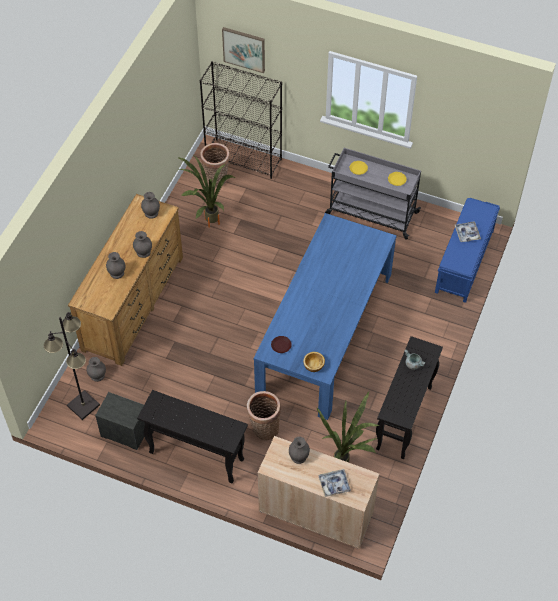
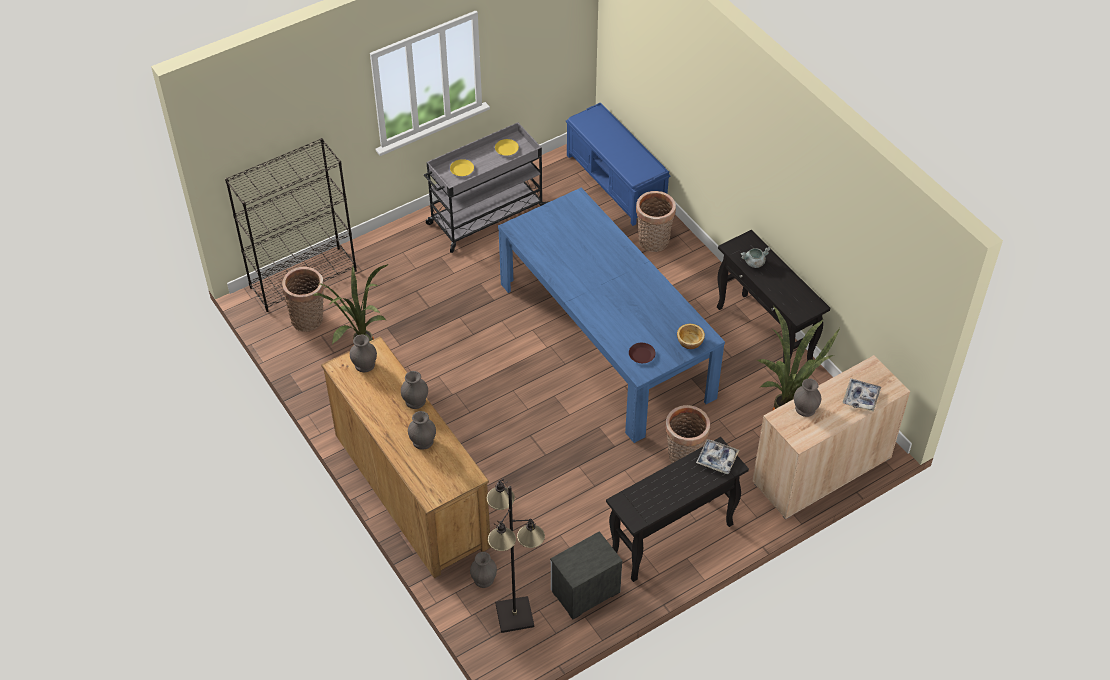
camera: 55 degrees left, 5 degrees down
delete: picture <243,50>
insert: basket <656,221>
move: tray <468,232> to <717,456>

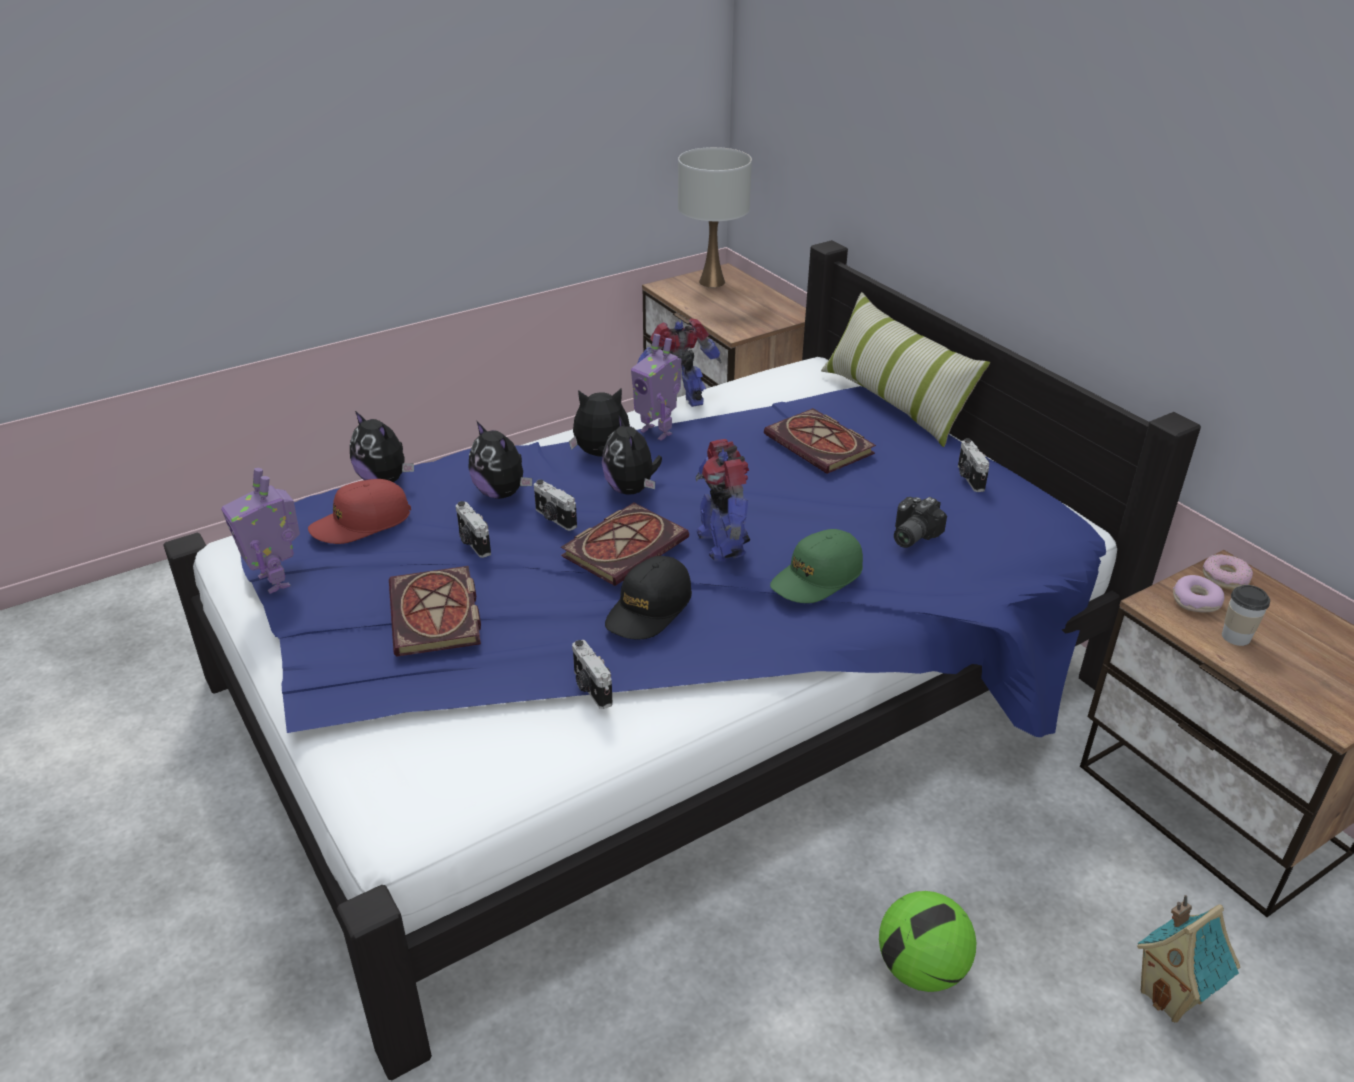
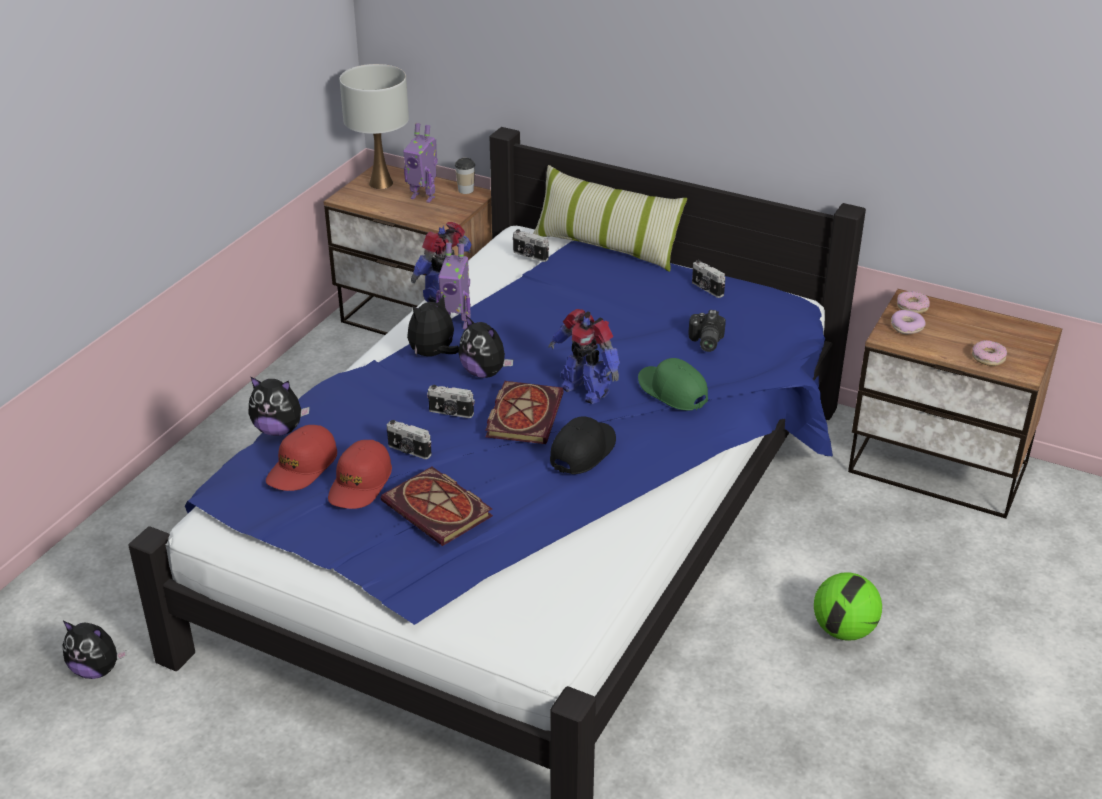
camera: 30 degrees left, 0 degrees up
delete: volume <820,441>; model house <1188,958>
insert: donut <989,353>; peaked cap in reddish <360,474>
move: cuddly toy <500,460> to <95,650>; robot figure <260,531> to <420,163>; small cup <1246,615> to <465,176>; still camera <592,674> to <531,245>
rotate: peaked cap in greenish <816,566> = <673,384> 120 degrees clockwise; peaked cap in blackish <648,598> = <583,445> 150 degrees counterclockwise

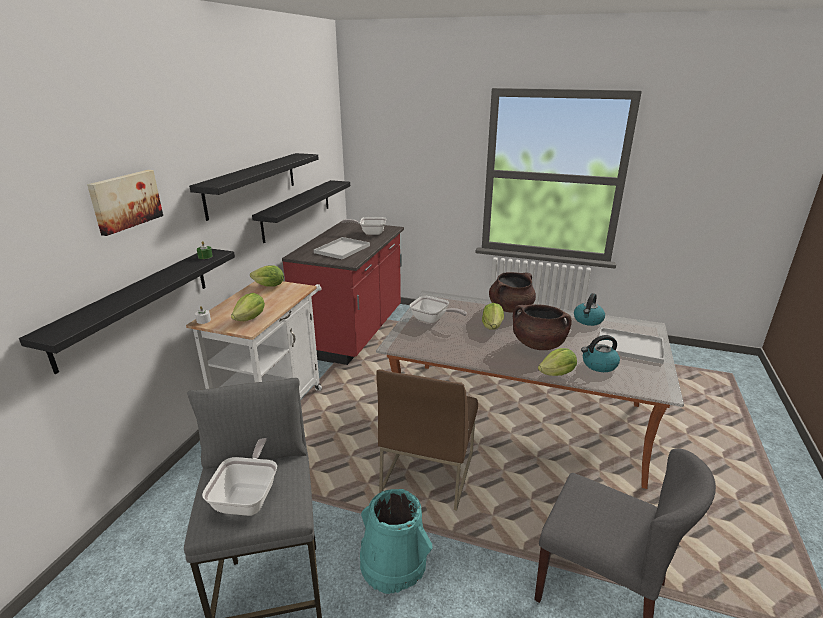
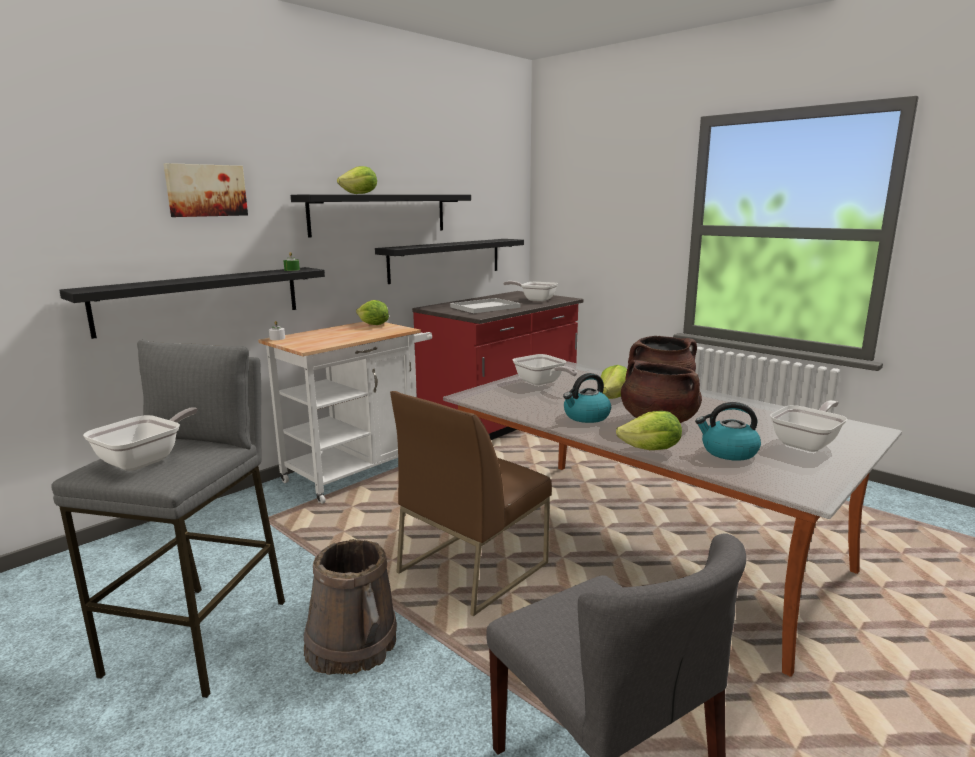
camera: 25 degrees right, 10 degrees down
move: head of lettuce <248,307> to <357,180>; water kettle <589,309> to <587,398>
replace: tray in white <631,345> to skillet <808,426>
recolor: pail in blue-green <396,541> to pail in brownish <350,607>

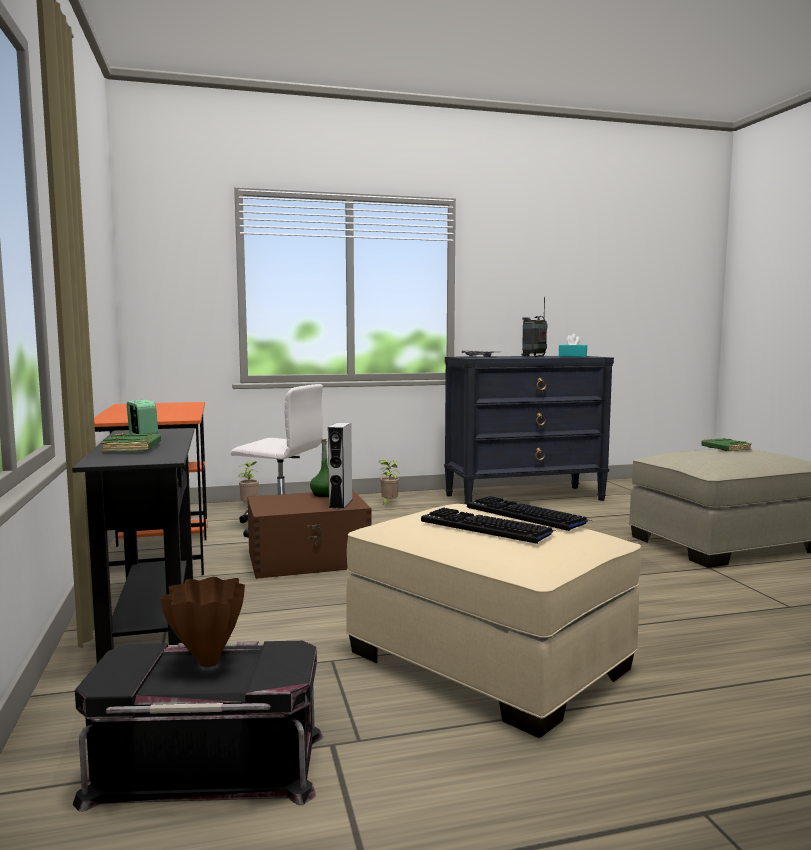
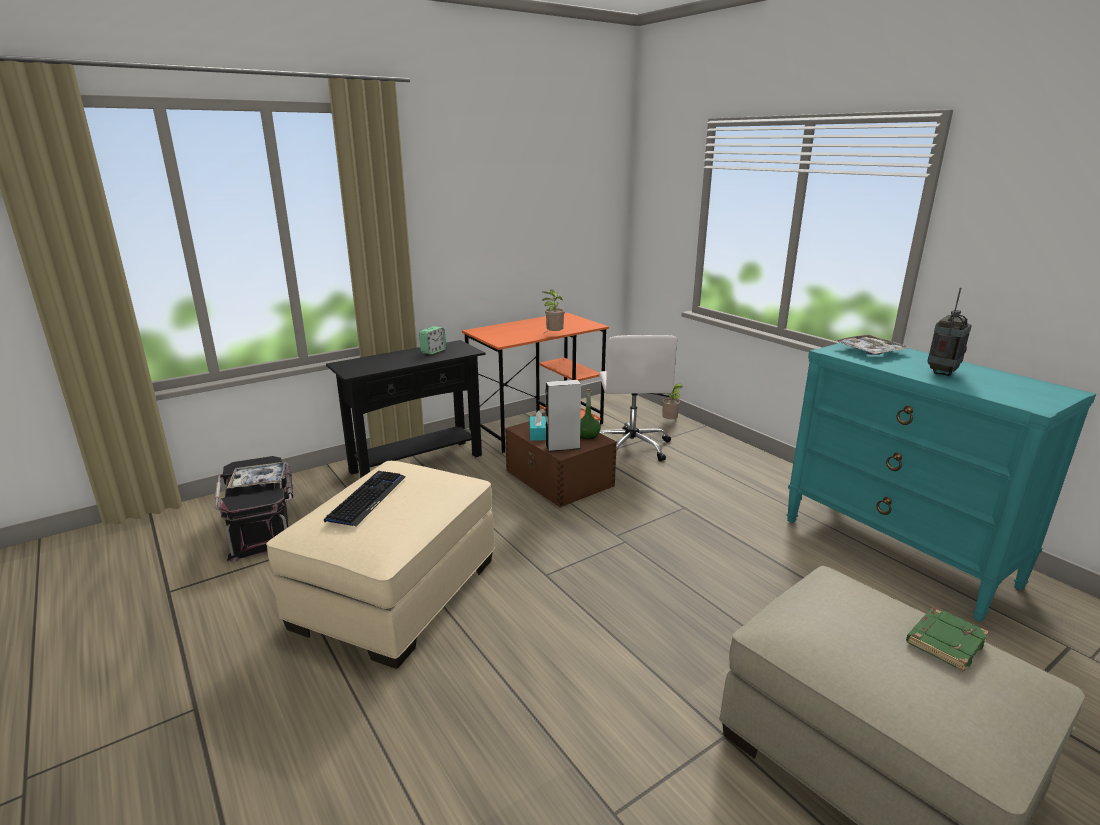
camera: 70 degrees right, 15 degrees up
delete: volume in greenish <131,442>; keyboard <529,513>
move: tissue holder in blue-green <573,345> to <538,425>; potted plant <389,482> to <553,310>
replace: vase in brownish <202,622> to tray <256,475>
recolor: drawer chest in blackish <529,430> to drawer chest in blue-green <941,482>

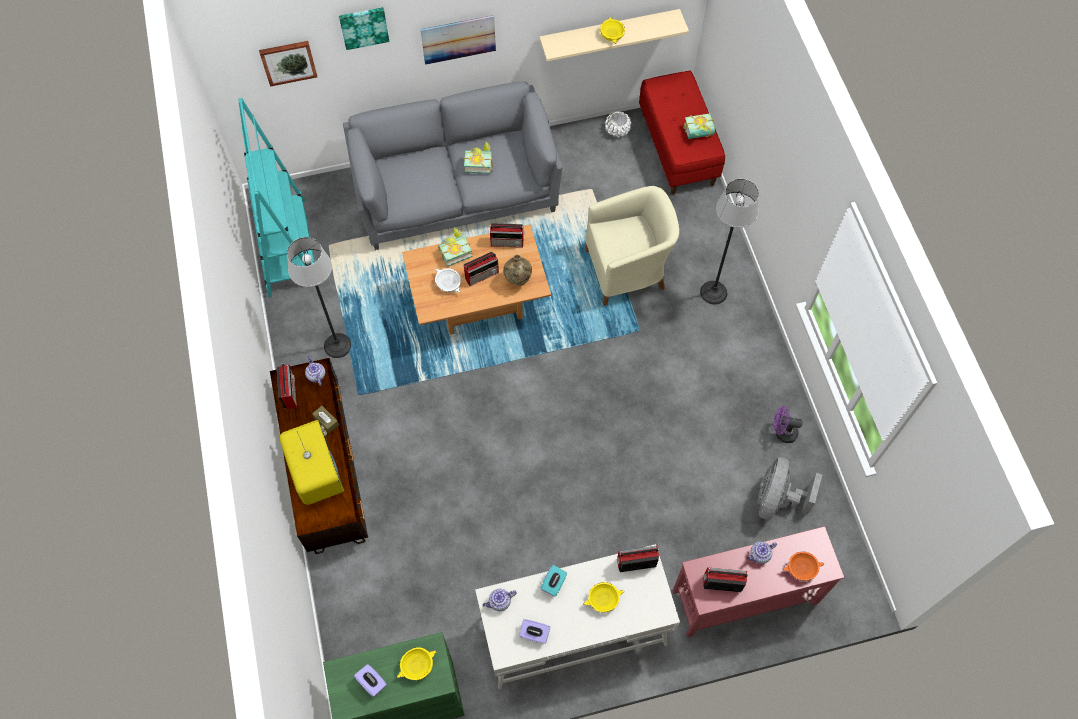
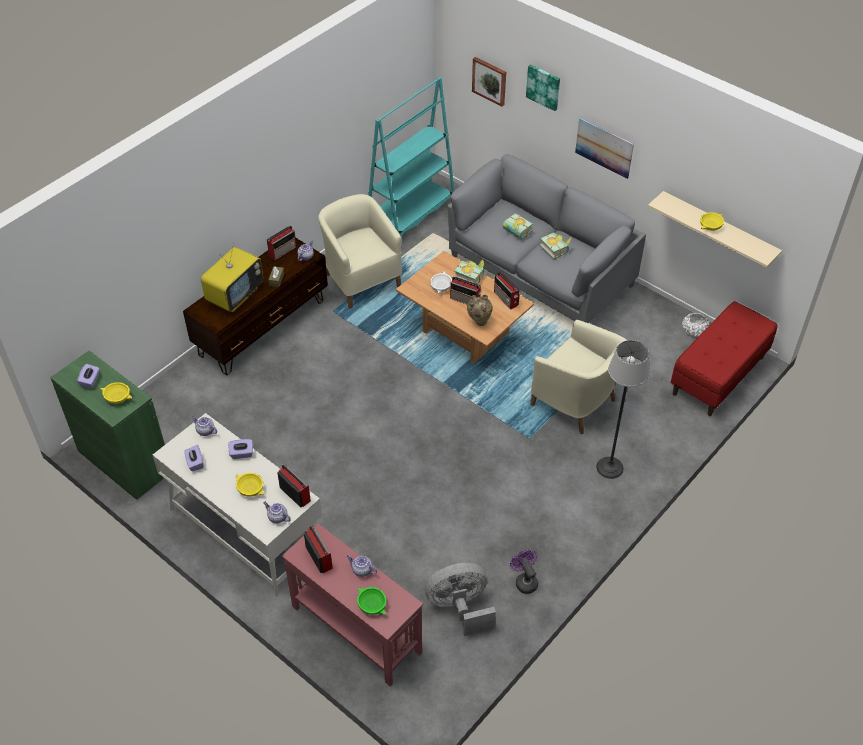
camera: 55 degrees right, 15 degrees down
insert: tea pot <277,512>
move: volume <699,126> to <518,226>
replace: floor lamp <319,297> to armchair in sand-coloured <360,251>
recolor: bowl in orangey <803,566> to bowl in greenish <371,601>; tissue holder in blue-green <553,580> to tissue holder in purple <240,449>

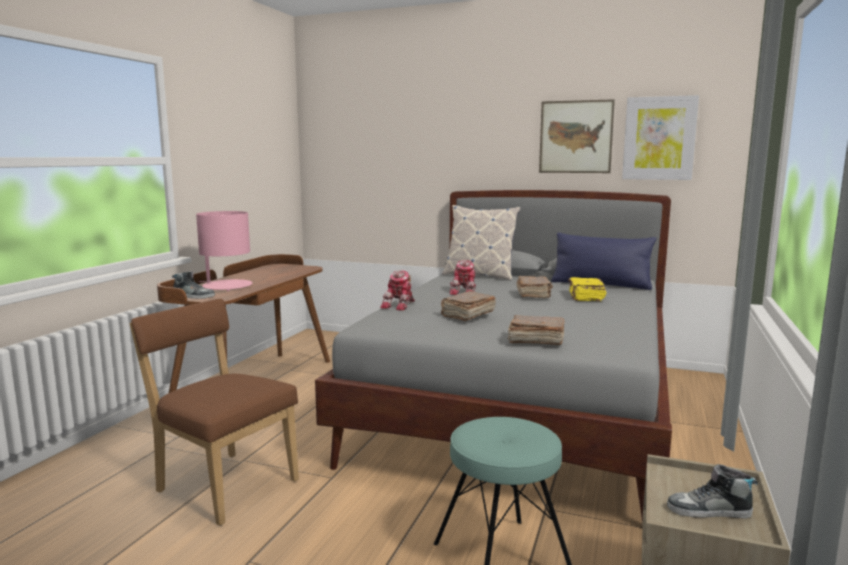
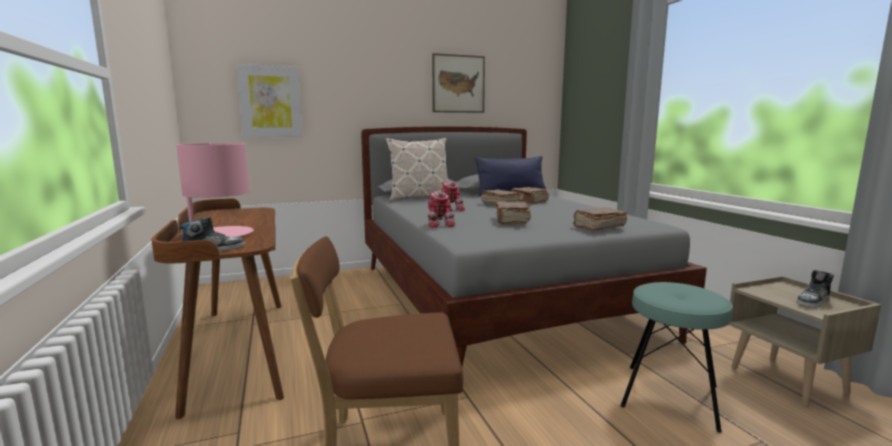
camera: 40 degrees left, 0 degrees up
move: picture <660,137> to <269,100>
recolor: volume in yellow-coloured <587,289> to volume in brownish <530,195>

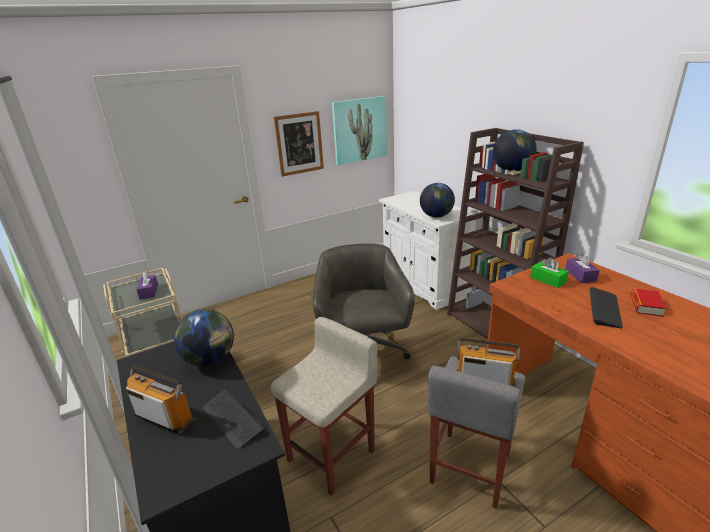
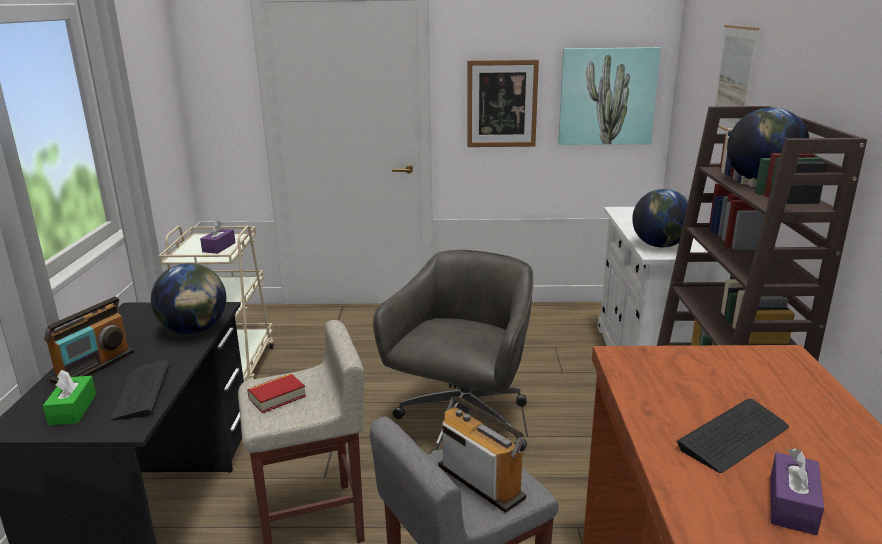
camera: 30 degrees right, 5 degrees down
insert: picture <736,78>
move: tissue holder in purple <582,268> to <797,491>; tissue holder in greenish <550,272> to <69,397>; volume <648,302> to <276,393>
rotate: radio <161,400> = <89,340> 60 degrees clockwise

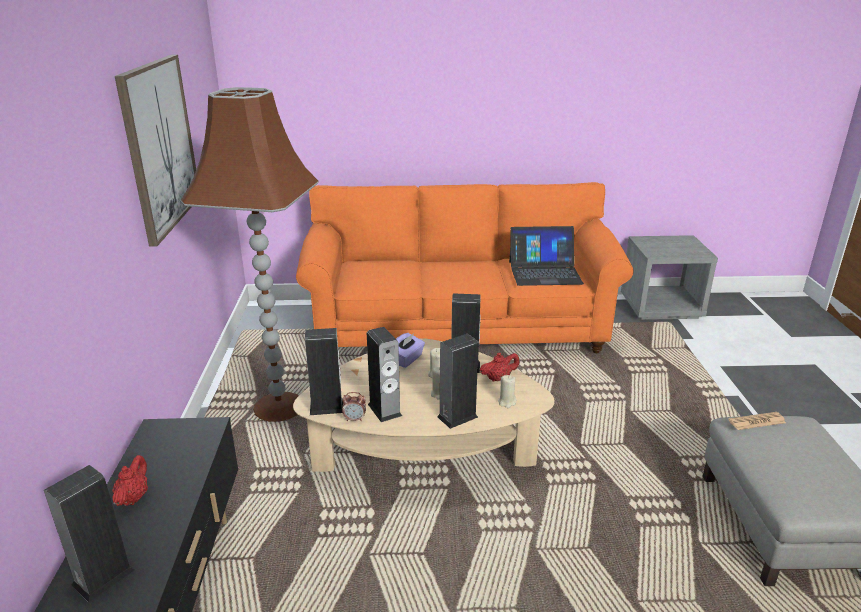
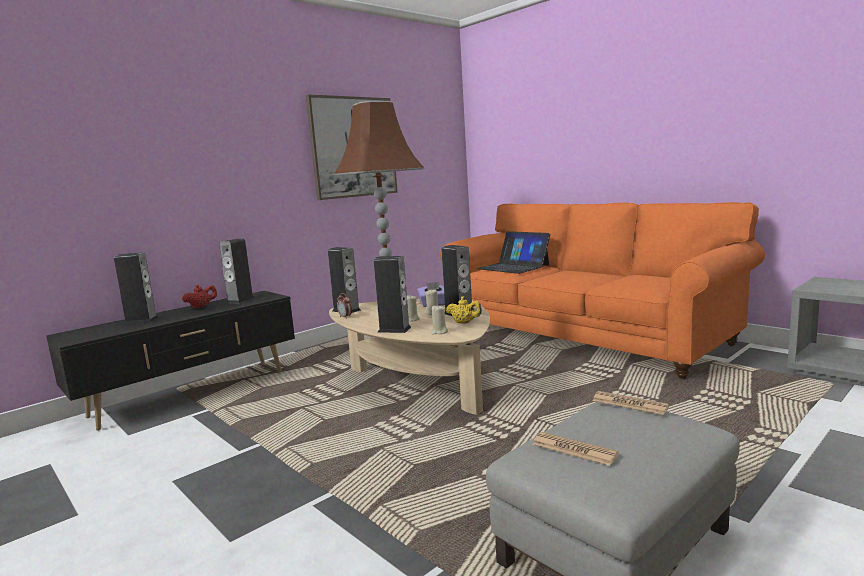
camera: 50 degrees right, 15 degrees down
insert: printed paper <575,449>
move: notebook computer <546,256> to <513,252>; audio speaker <384,374> to <237,271>
recolor: tea pot in reddish <500,367> to tea pot in yellow-coloured <464,310>

